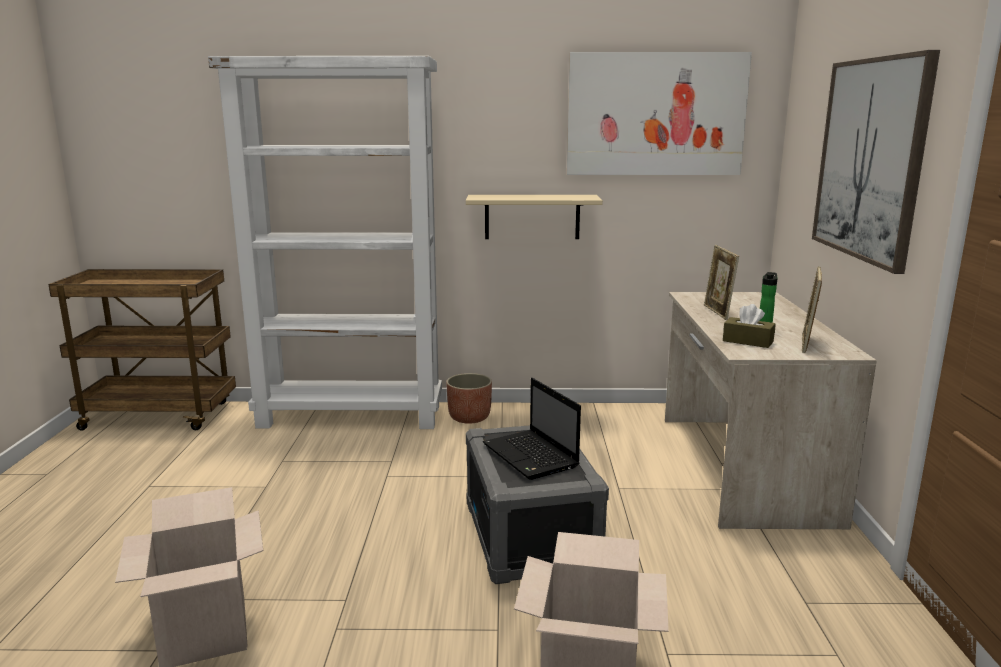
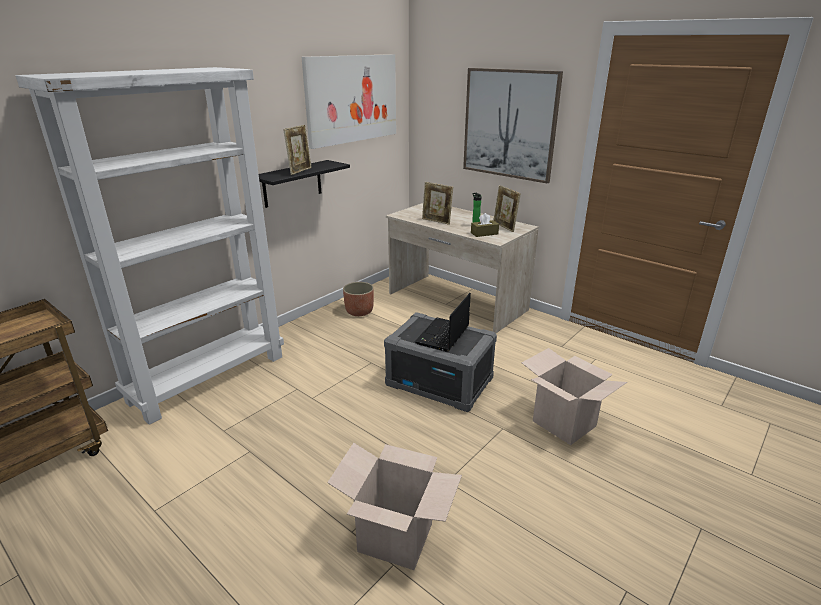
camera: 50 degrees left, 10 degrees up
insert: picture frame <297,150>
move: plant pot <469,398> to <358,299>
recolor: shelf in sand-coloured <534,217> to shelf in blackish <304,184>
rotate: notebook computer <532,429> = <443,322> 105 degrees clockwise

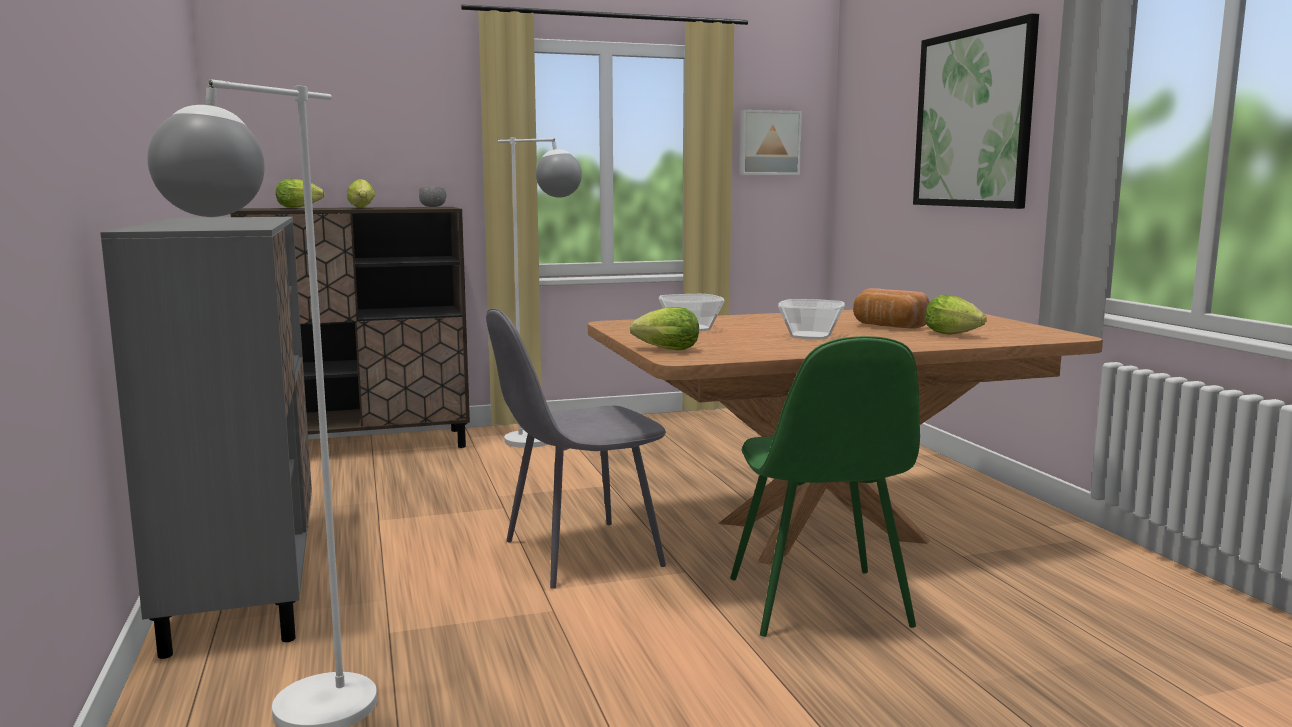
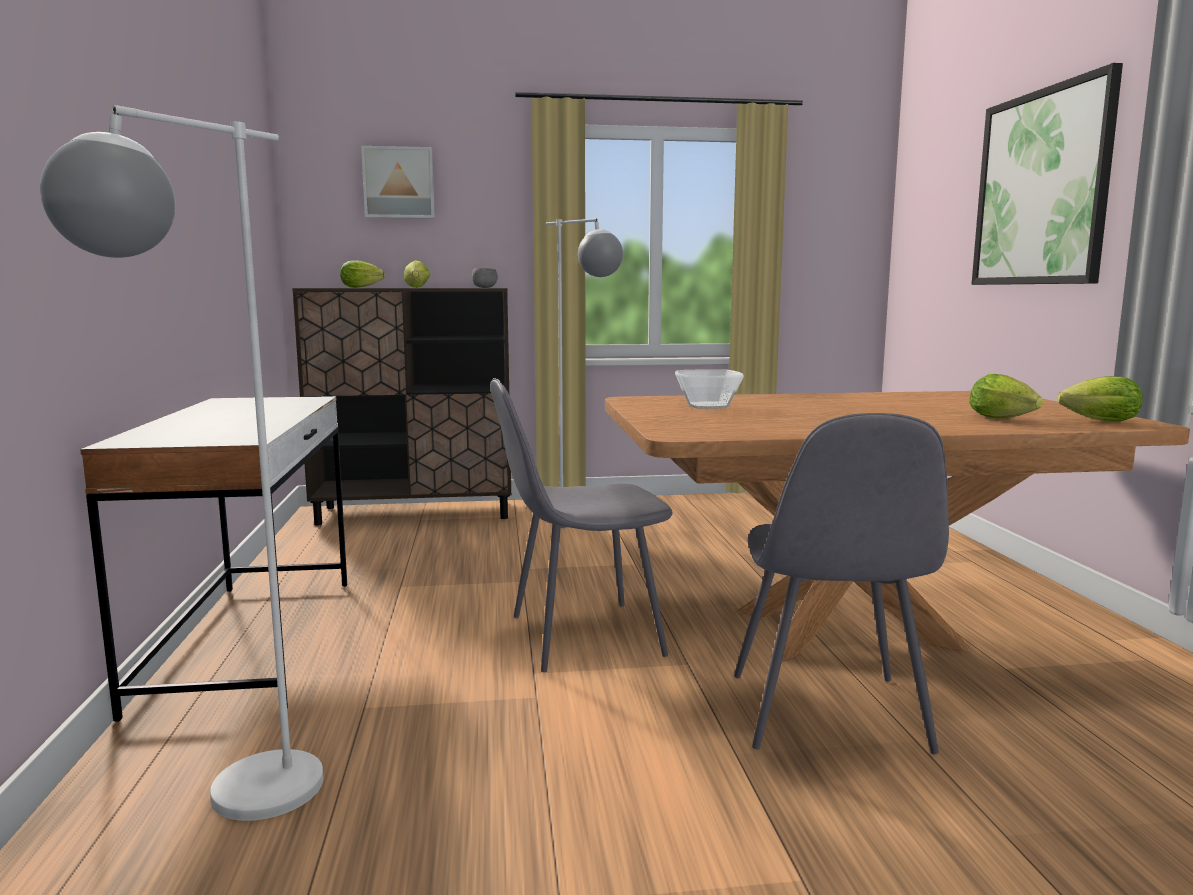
camera: 10 degrees right, 0 degrees up
delete: bakery bread <891,308>; bowl <811,319>
move: picture <771,142> to <398,182>; head of lettuce <664,328> to <1100,399>
replace: cabinet in gray <206,438> to desk table in white <213,559>
recolor: upright chair in greenish <825,486> to upright chair in gray <841,583>

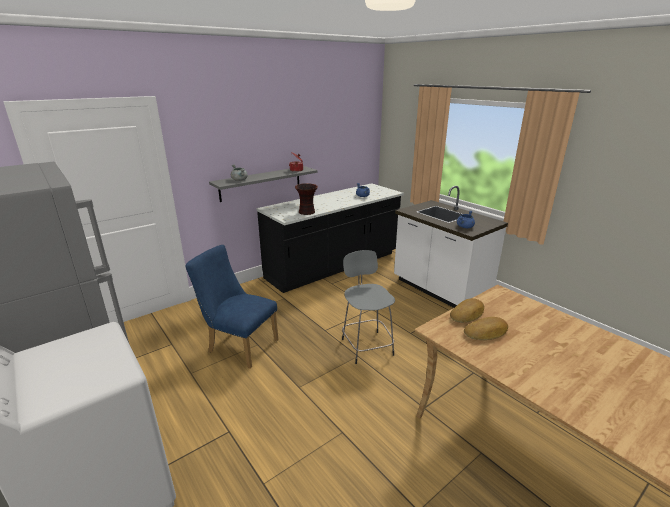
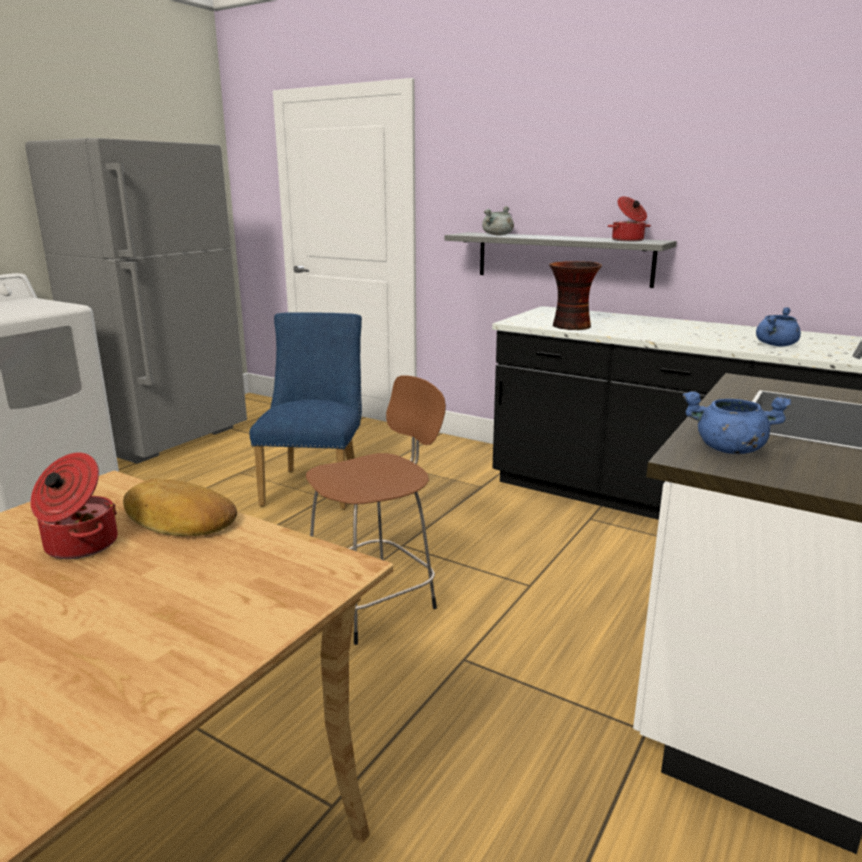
camera: 70 degrees right, 5 degrees down
replace: bakery bread <486,328> to stockpot <74,505>
recolor: sitting stool in gray <368,307> to sitting stool in brownish <376,510>

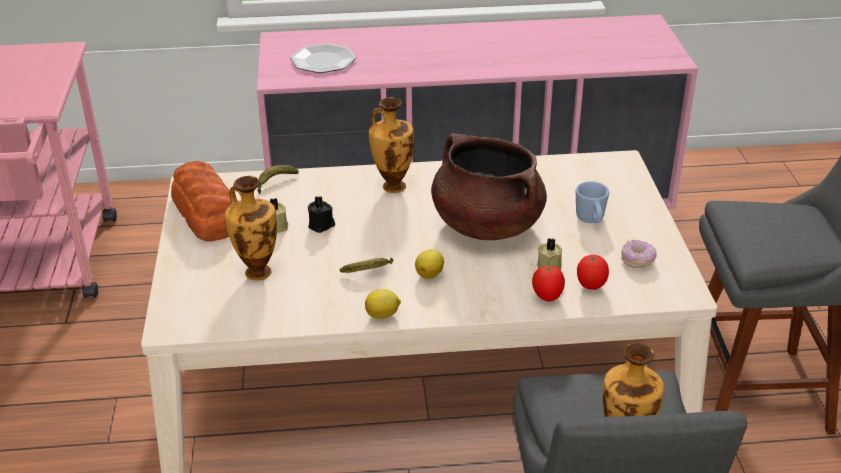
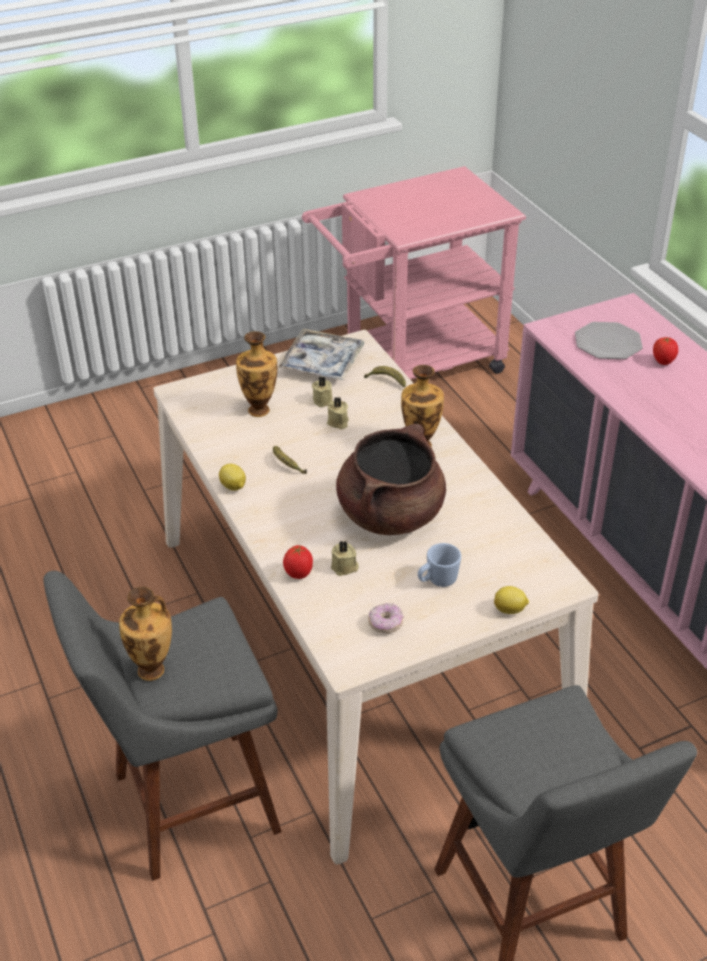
camera: 70 degrees right, 5 degrees up
move: citrus fruit <429,264> to <511,600>; fresh tomato <593,272> to <665,351>
replace: bakery bread <201,201> to tray <321,354>
recolor: wax candle in blackish <321,214> to wax candle in sand-coloured <338,413>

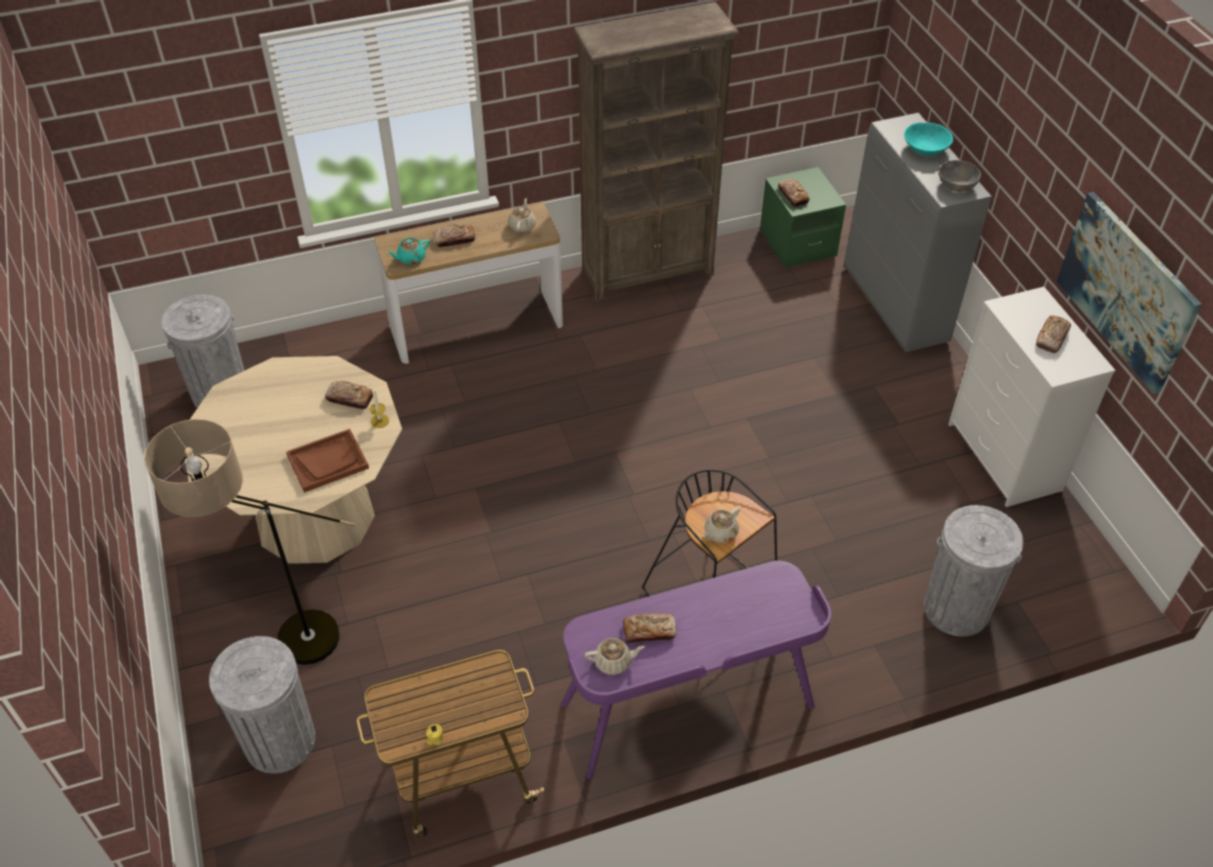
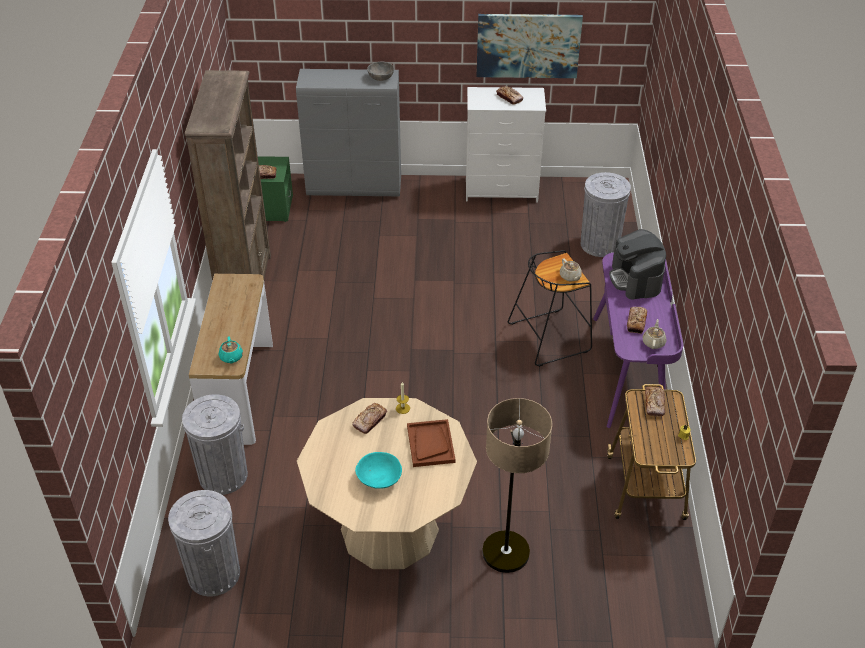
camera: 70 degrees left, 5 degrees down
delete: tea pot in sand-coloured <522,215>
insert: coffee brewer <637,264>
move: bowl in blue-green <928,139> to <378,470>; bakery bread <454,235> to <655,401>; rubbish bin in gray <262,705> to <215,444>

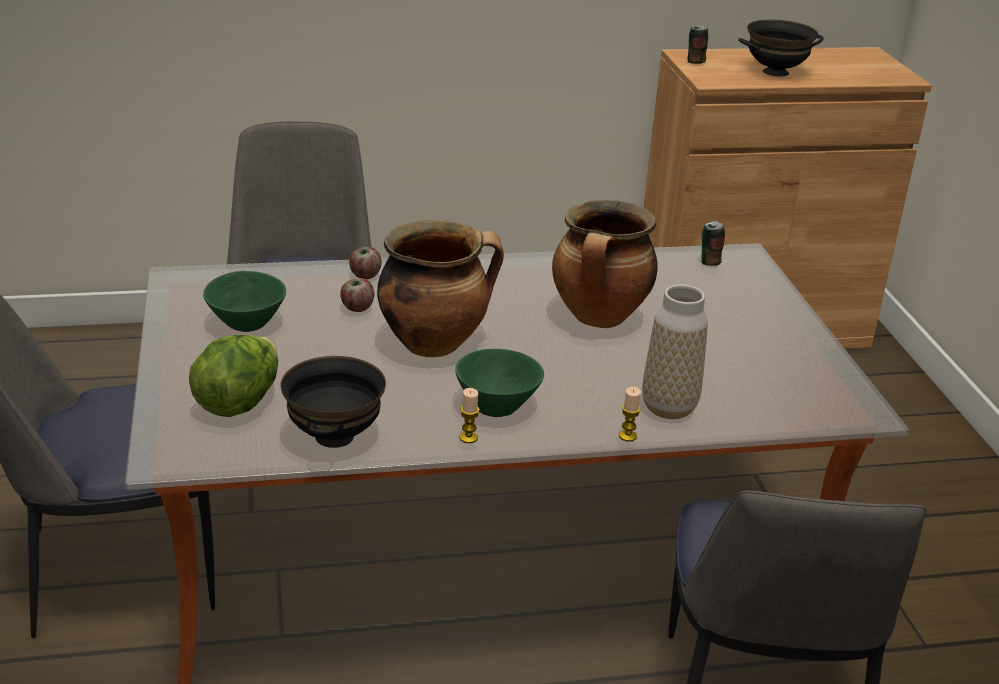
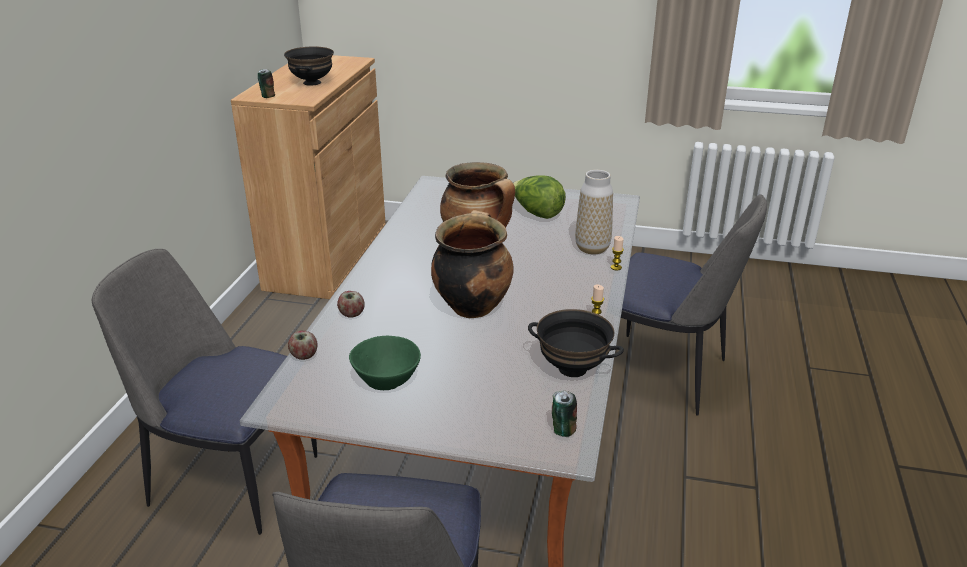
camera: 65 degrees left, 0 degrees up
delete: bowl in greenish <499,383>
move: can <713,243> to <564,414>; whole apple <357,295> to <302,345>; head of lettuce <233,376> to <539,197>

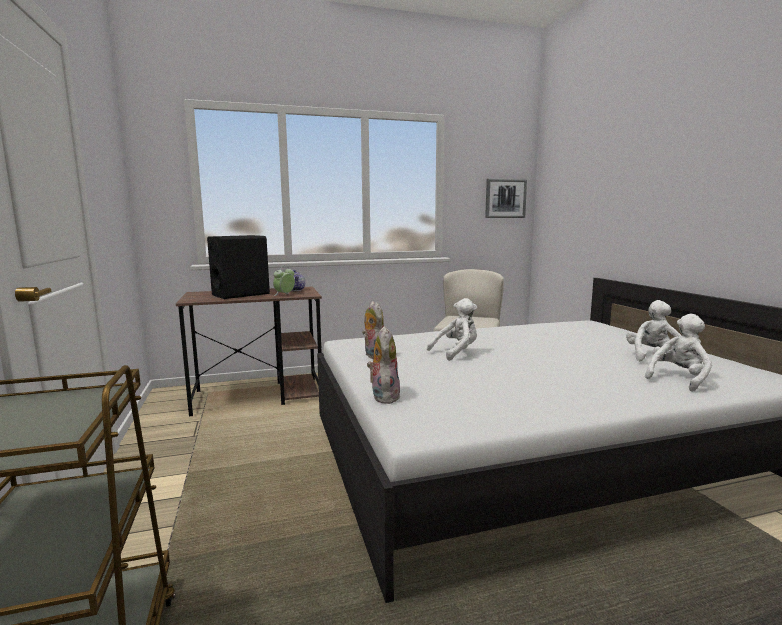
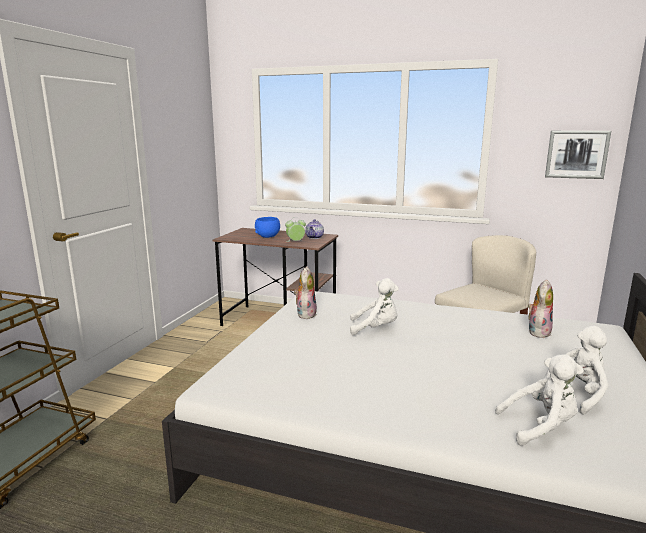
camera: 35 degrees right, 5 degrees up
move: cuddly toy <383,365> to <540,308>
replace: audio speaker in blackish <238,267> to bowl in blue <267,227>

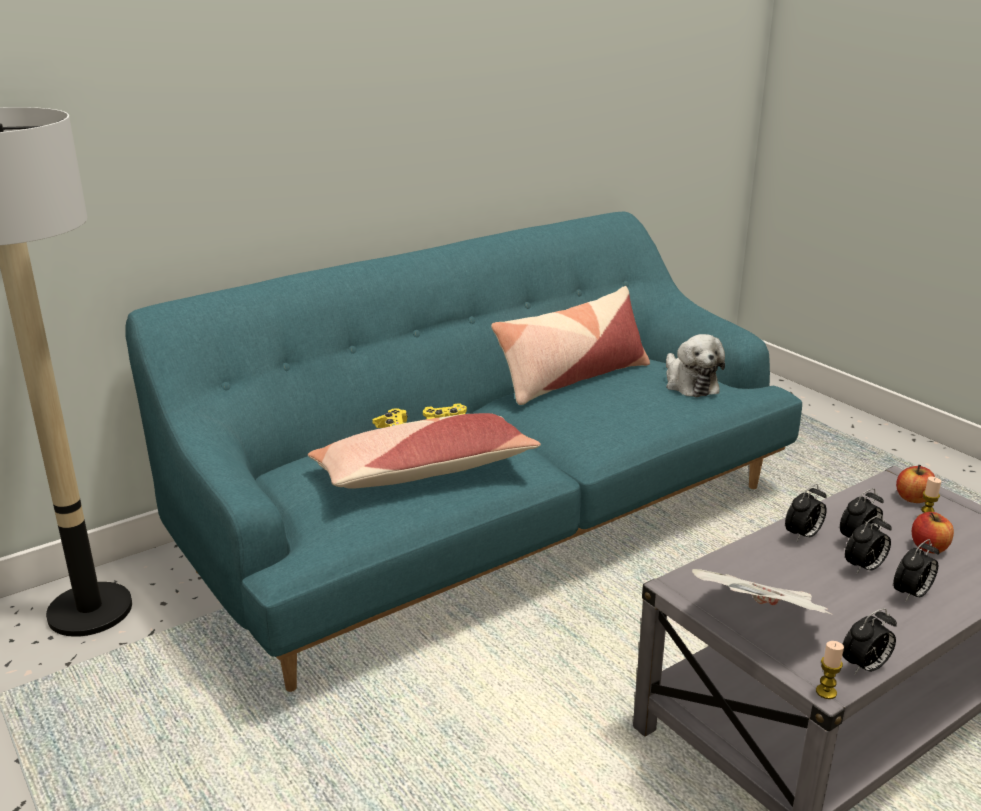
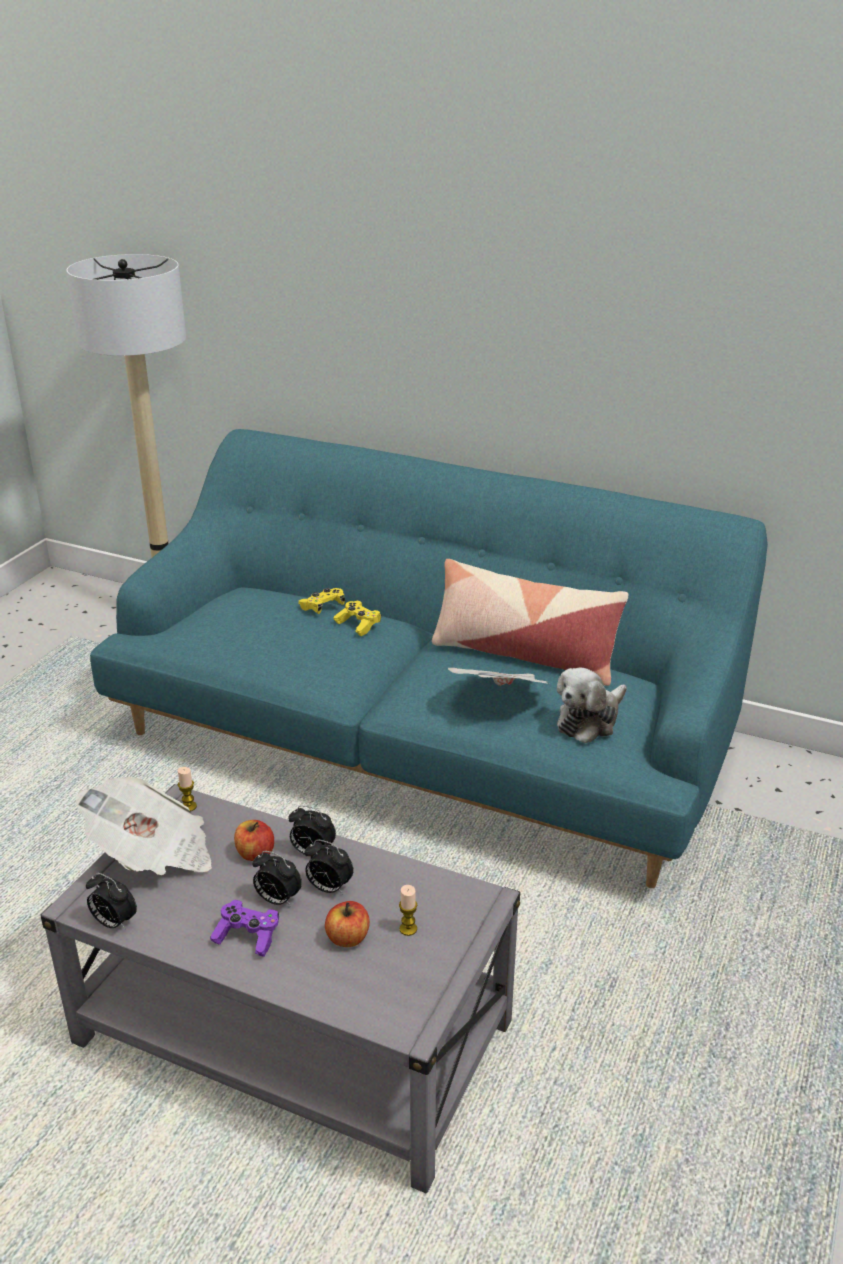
camera: 60 degrees right, 5 degrees up
delete: pillow <424,451>
insert: printed paper <498,677>
move: whole apple <915,484> to <254,840>; wax candle <830,670> to <187,789>
replace: table clock <916,570> to game controller in purple <244,928>

